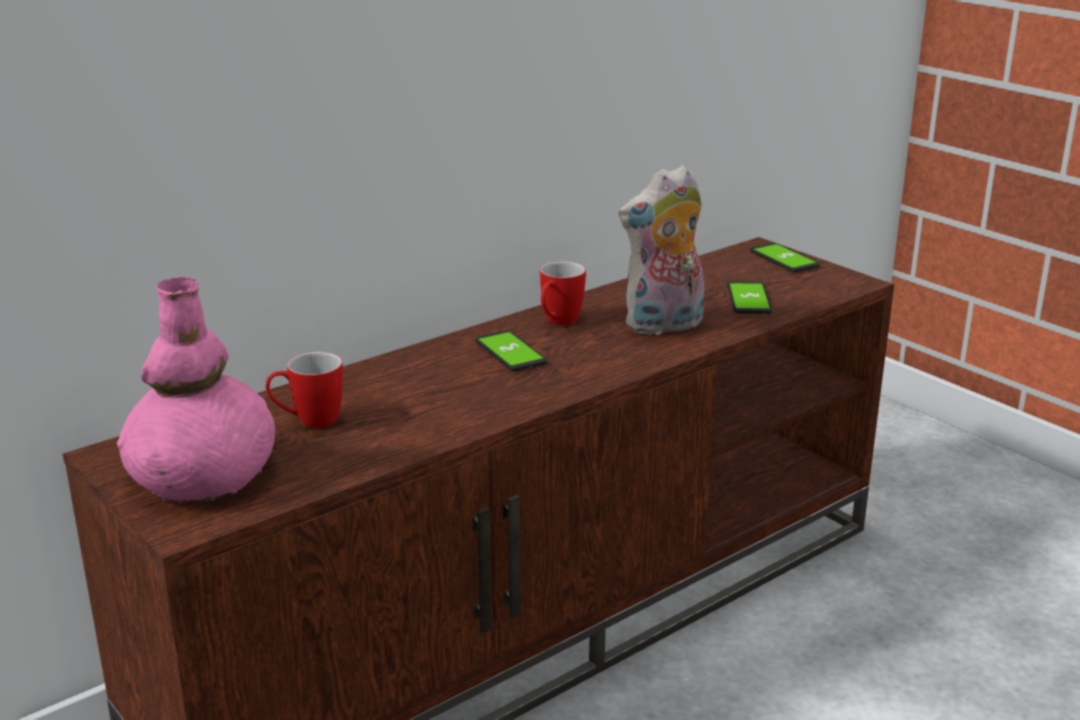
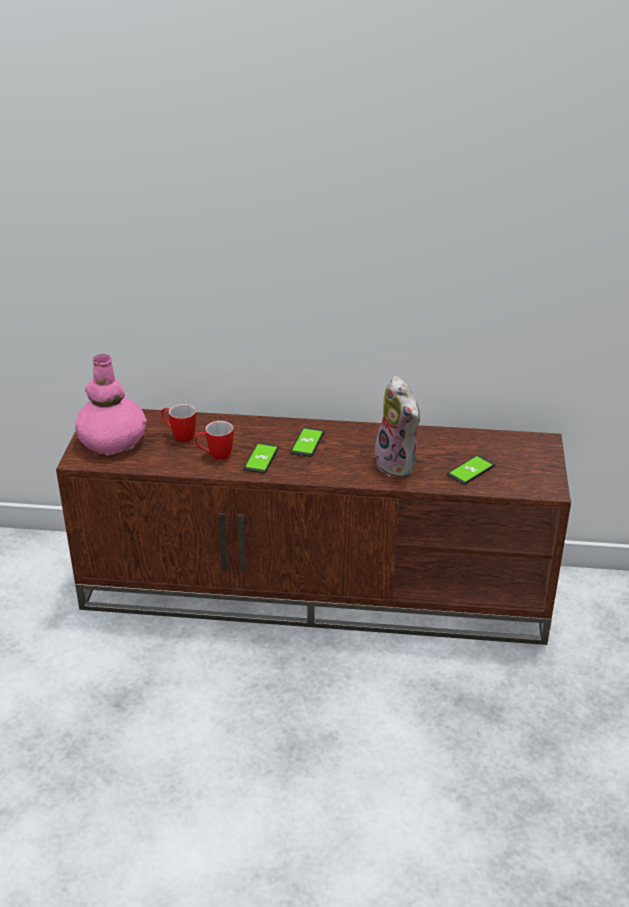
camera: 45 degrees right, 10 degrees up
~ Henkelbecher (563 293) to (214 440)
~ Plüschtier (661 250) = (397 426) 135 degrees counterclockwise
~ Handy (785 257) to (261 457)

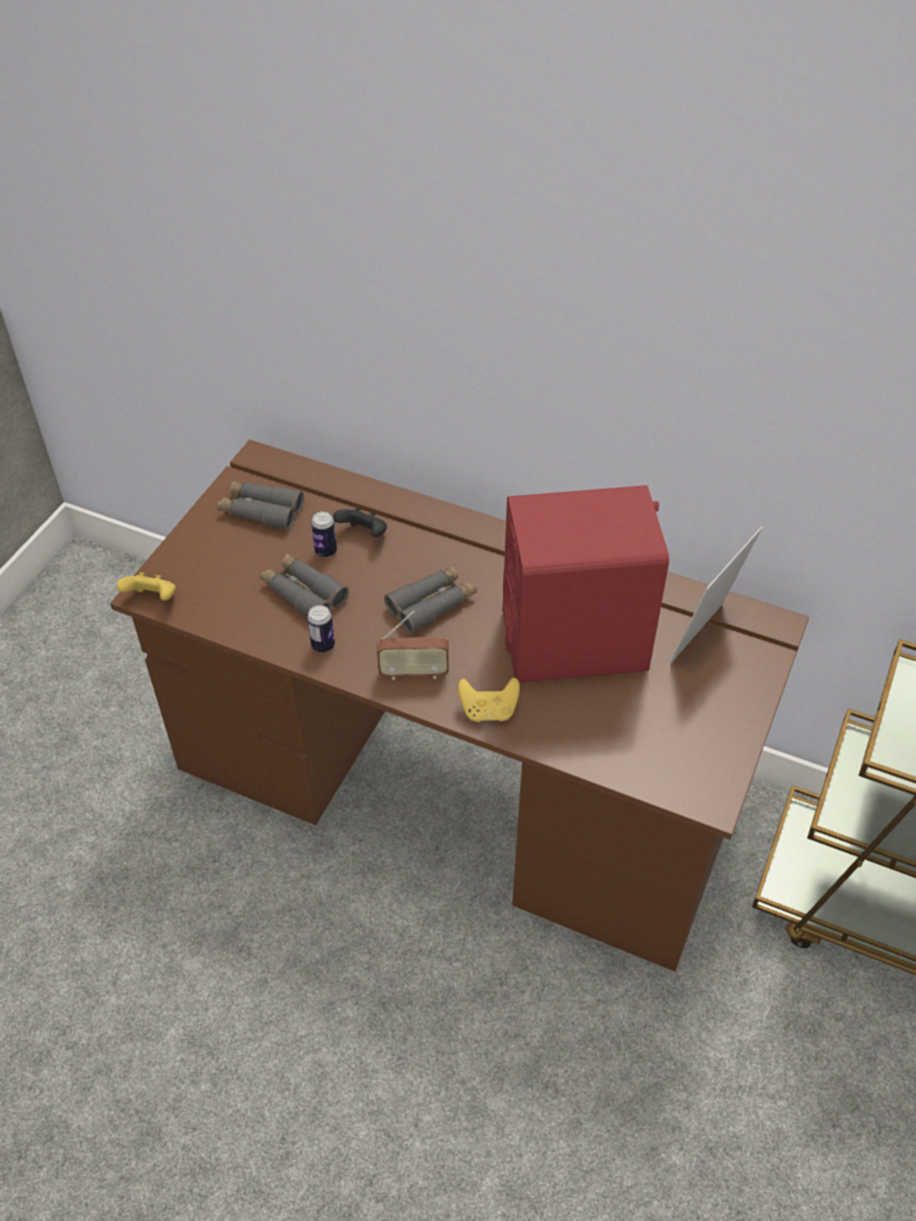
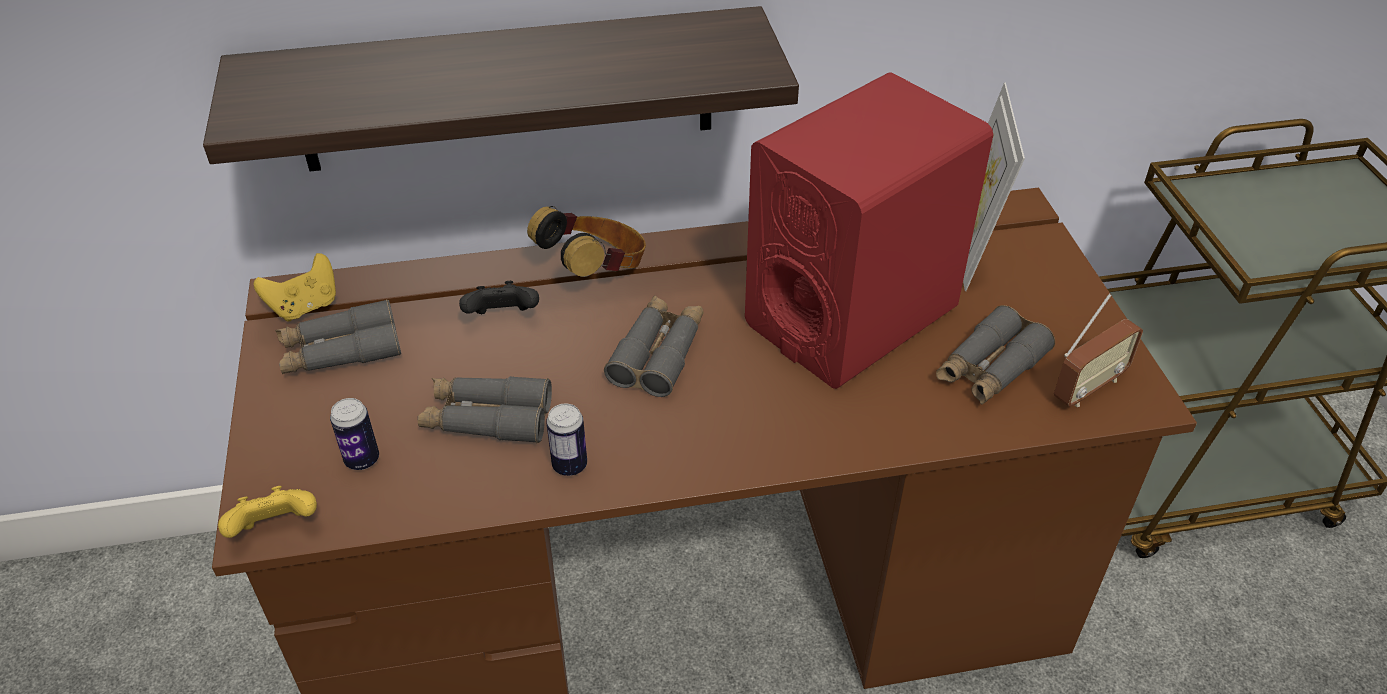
camera: 35 degrees left, 5 degrees down
~ Dose (324 534) to (354 434)
~ Radio (413 645) to (1098 350)
~ Gamepad (gelb) (489 699) to (295 287)
+ Wandregal (501 89)
+ Kopfhörer (586 241)
+ Fernglas (grau) (995 355)

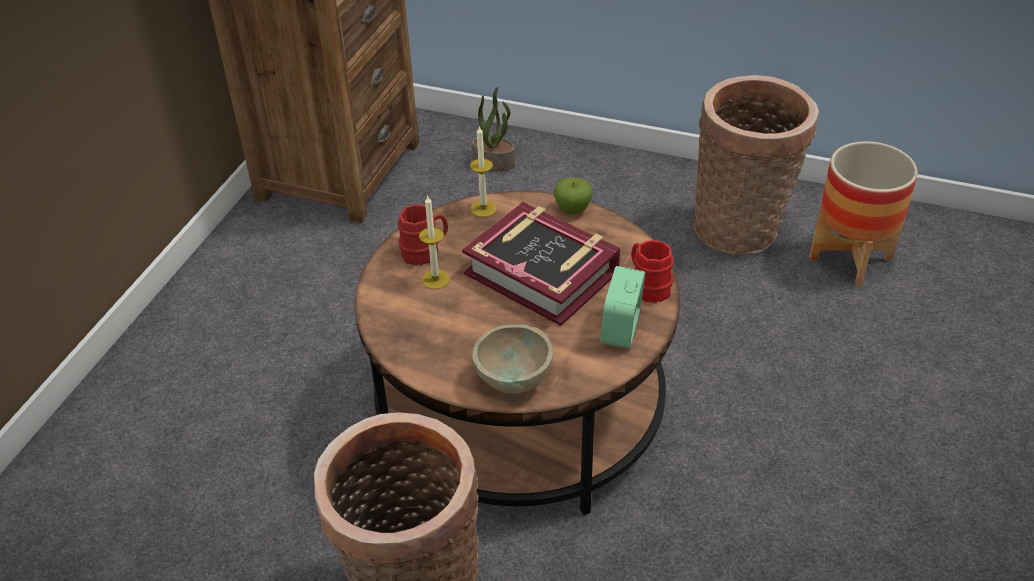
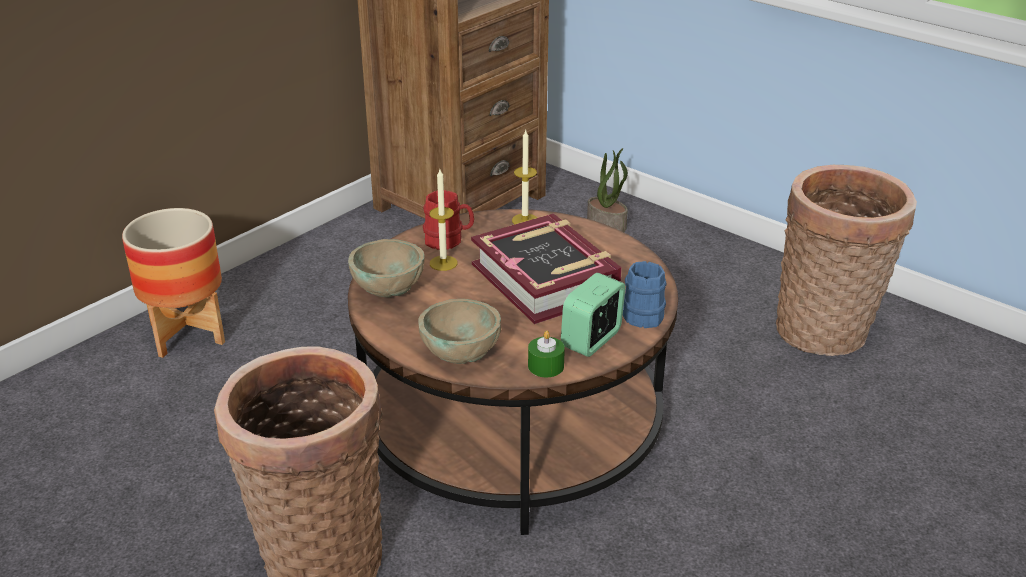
camera: 20 degrees right, 10 degrees down
- Apfel (573 195)
~ Henkelbecher (rot) (652 271) to Henkelbecher (blau) (644 294)
~ Pflanzkübel (863 213) to (173 283)
+ Schüssel (beige) (386 268)
+ Kerze (grün) (546 354)

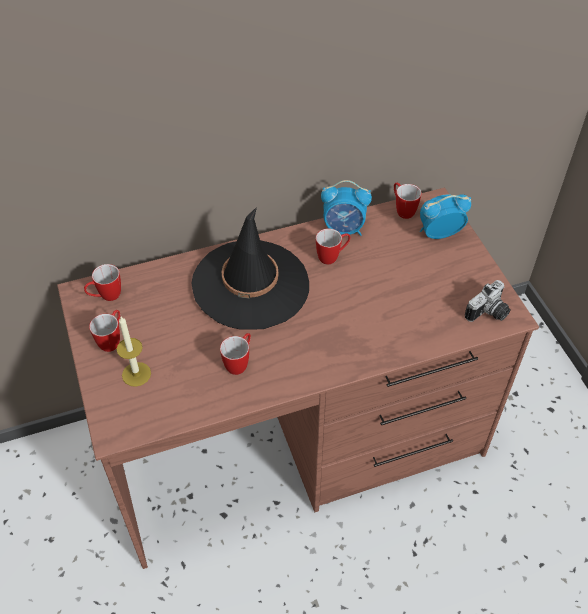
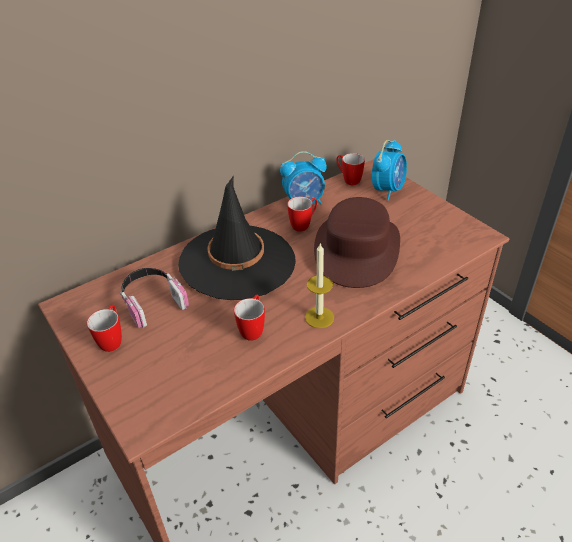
camera: 15 degrees left, 10 degrees down
- Henkelbecher (102 282)
~ Kerze (134 352) to (319 285)
~ Wecker (445 216) = (389 170) 150 degrees clockwise
- Kamera (488 301)
+ Kopfhörer (154 298)
+ Hut (braun) (357 242)

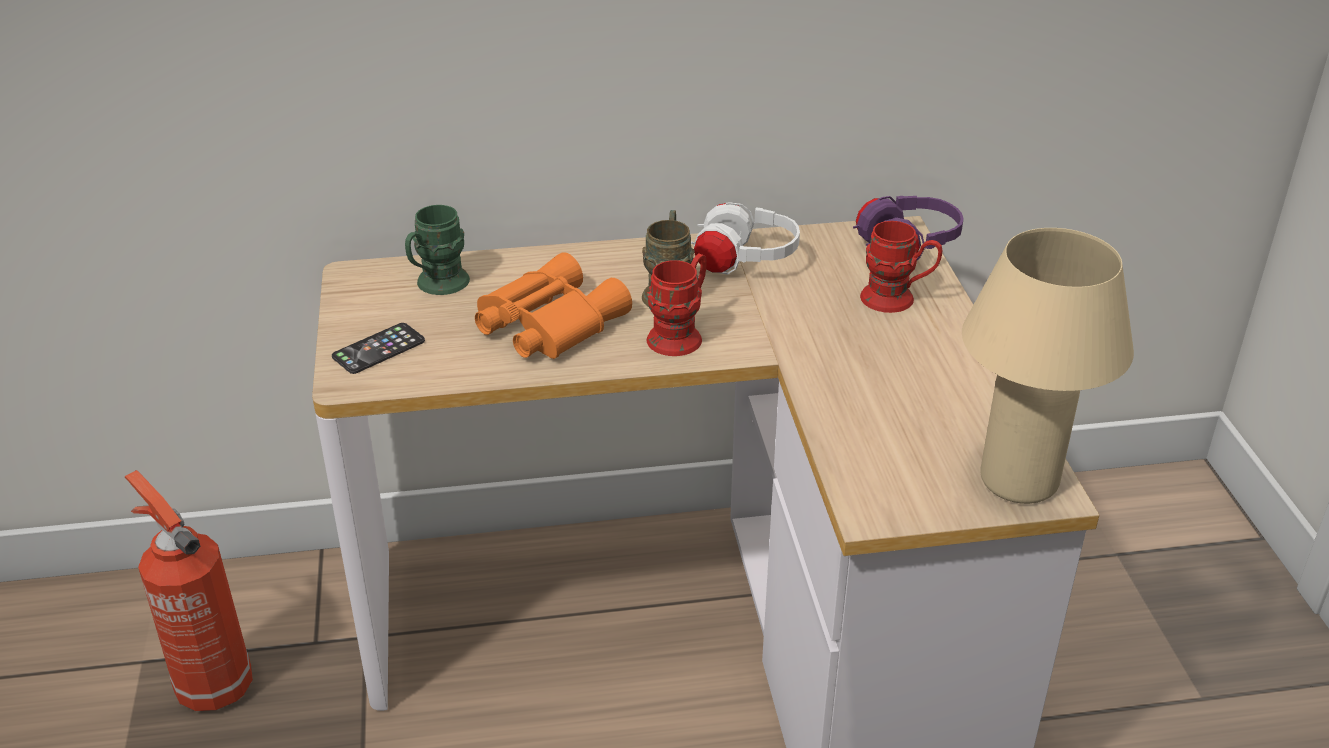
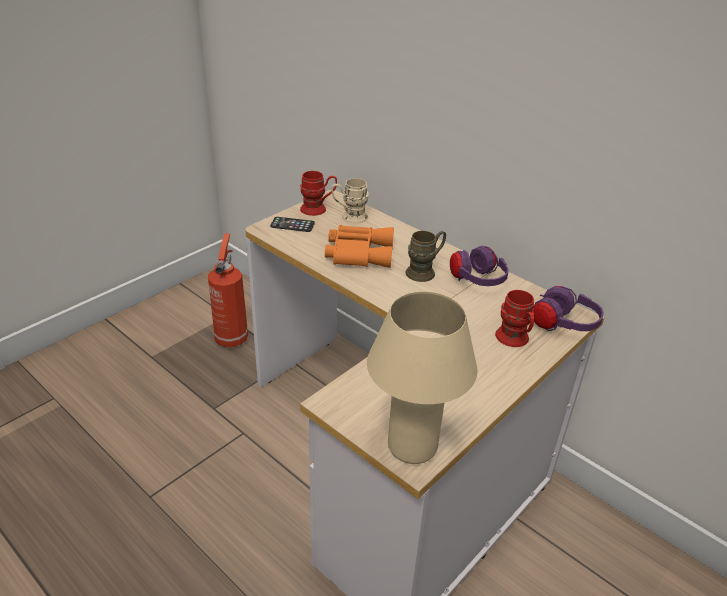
camera: 50 degrees right, 0 degrees up
~ Henkelbecher (grün) (437 250) to Henkelbecher (beige) (350 201)
~ Henkelbecher (rot) (677 304) to (318 193)
~ Kopfhörer (weiß) (745 238) to Kopfhörer (lila) (479 266)

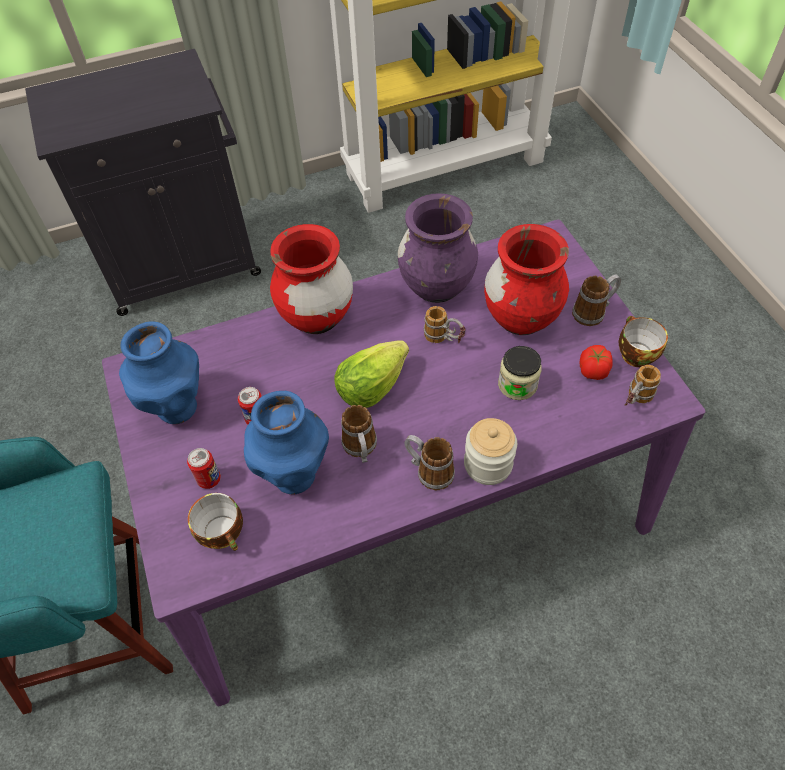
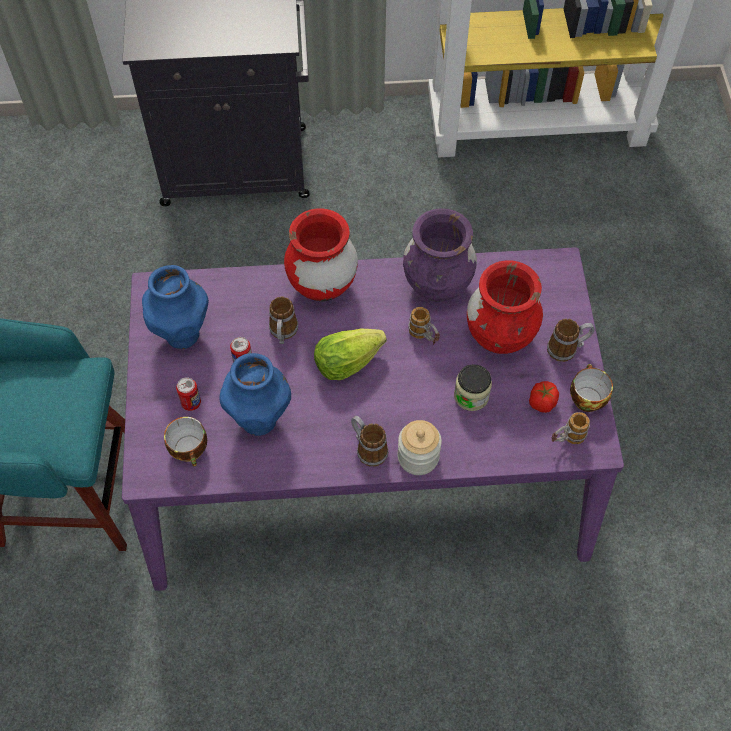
camera: 15 degrees right, 5 degrees up
~ Henkelbecher (359 434) to (283 320)

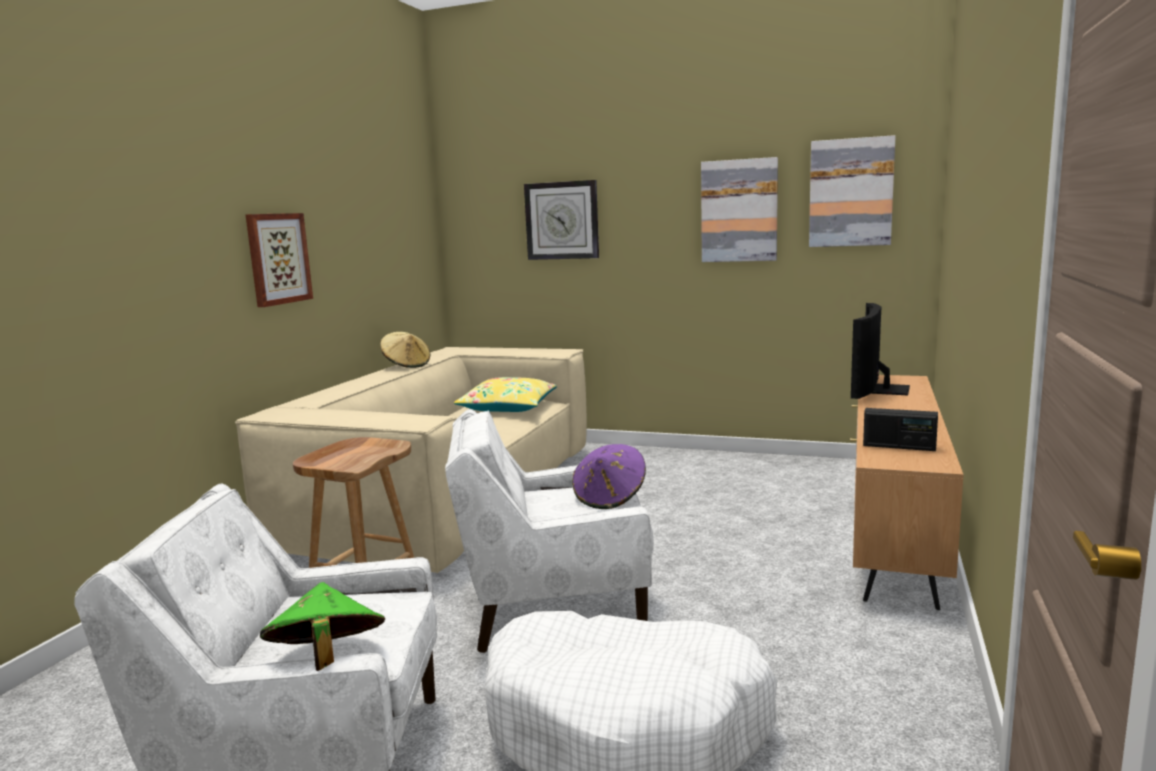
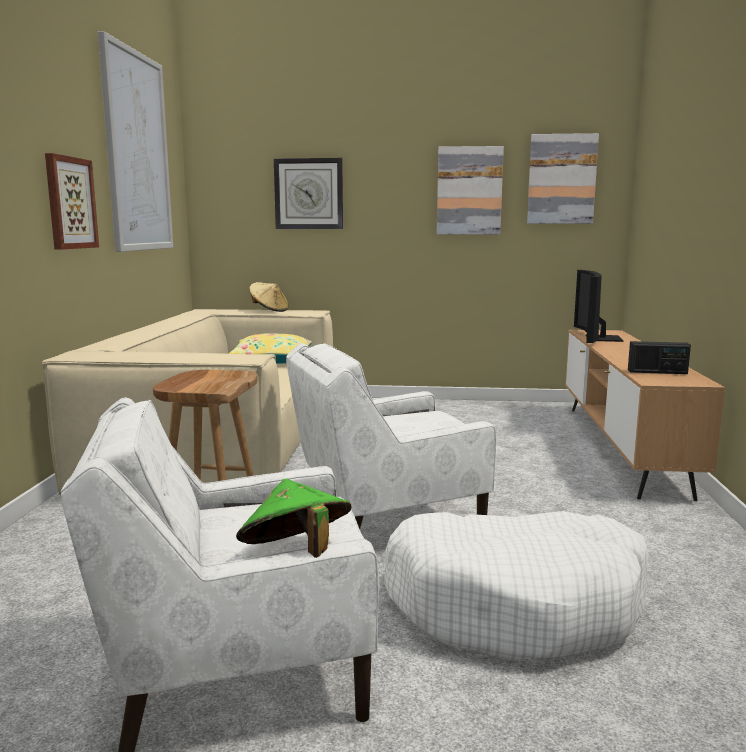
camera: 15 degrees left, 0 degrees up
~ Hut (beige) (405 350) to (269 297)
- Hut (lila) (609 476)
+ Bild (135 141)

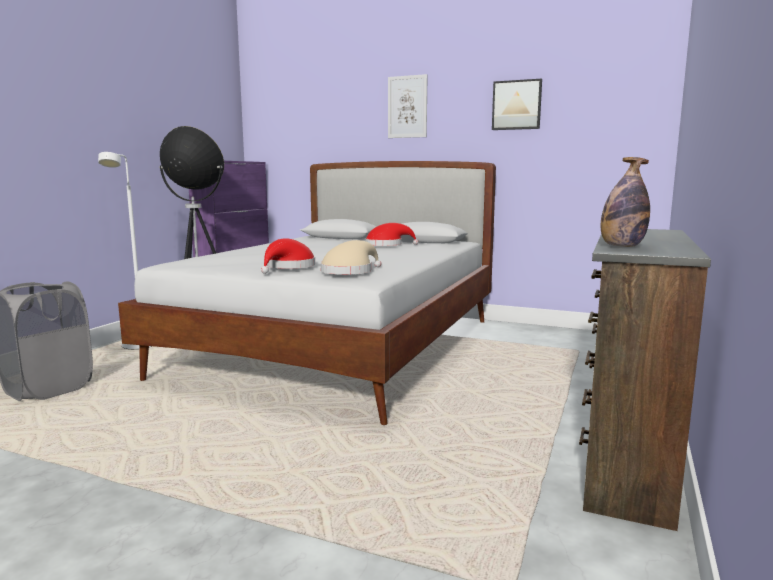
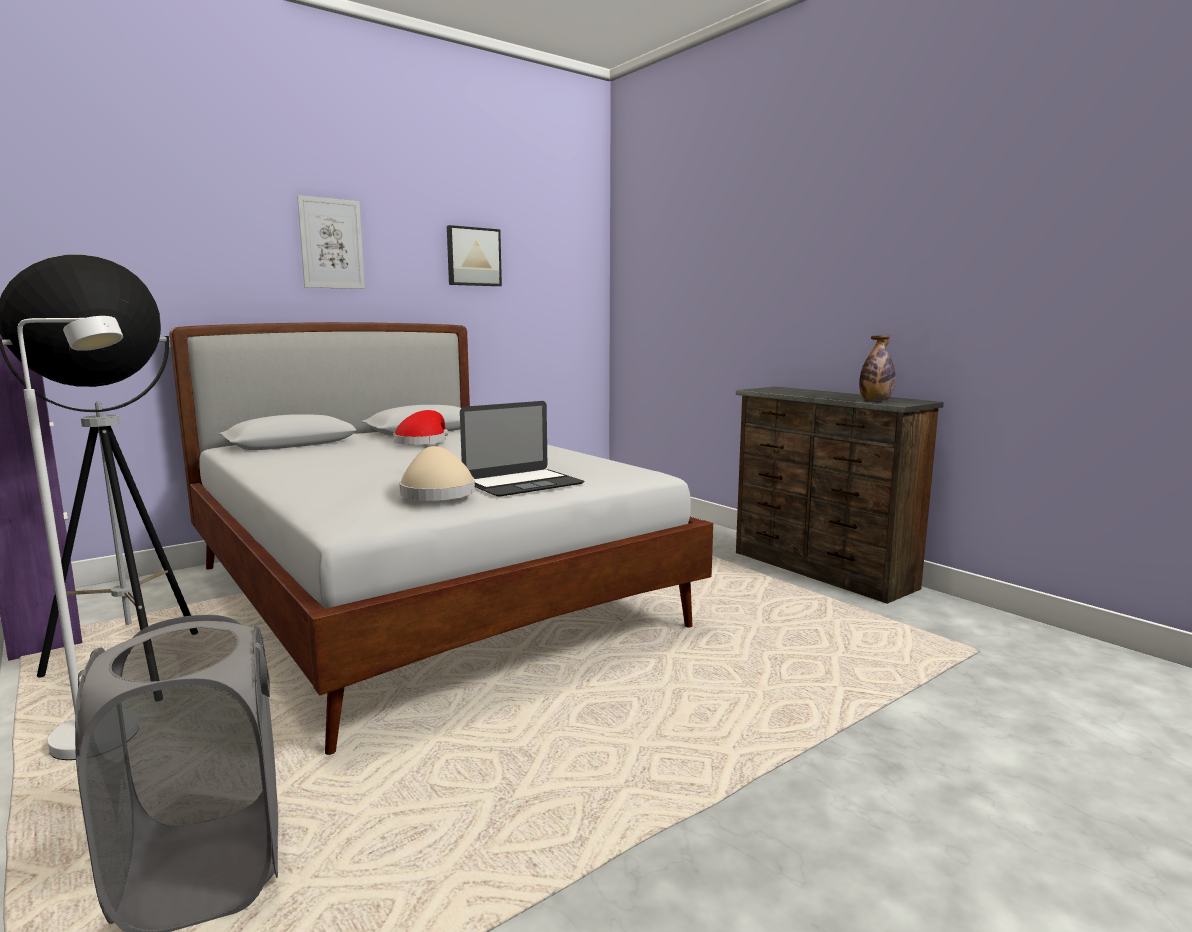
camera: 60 degrees left, 0 degrees up
~ Hut (rot) (288 256) to Laptop (522 449)
~ Hut (beige) (351 257) to (437 473)

